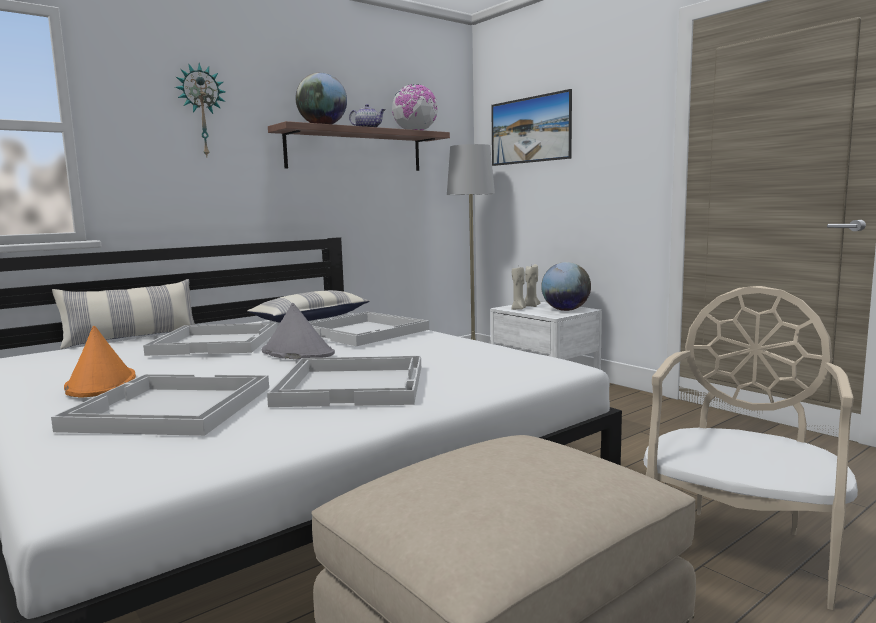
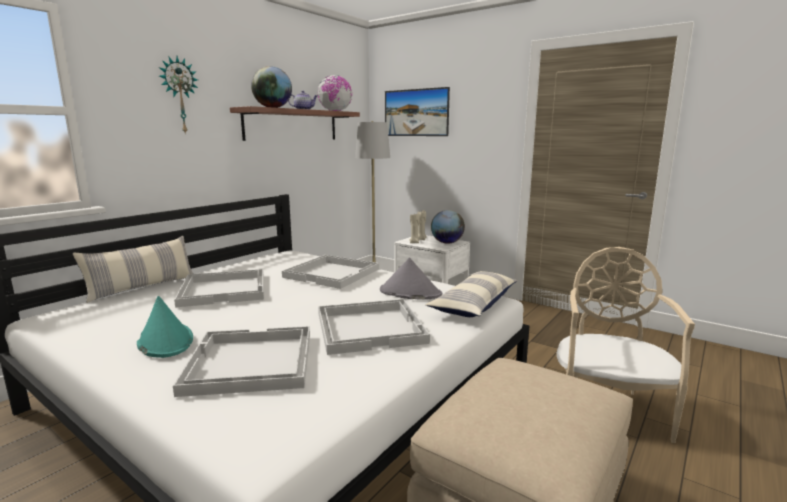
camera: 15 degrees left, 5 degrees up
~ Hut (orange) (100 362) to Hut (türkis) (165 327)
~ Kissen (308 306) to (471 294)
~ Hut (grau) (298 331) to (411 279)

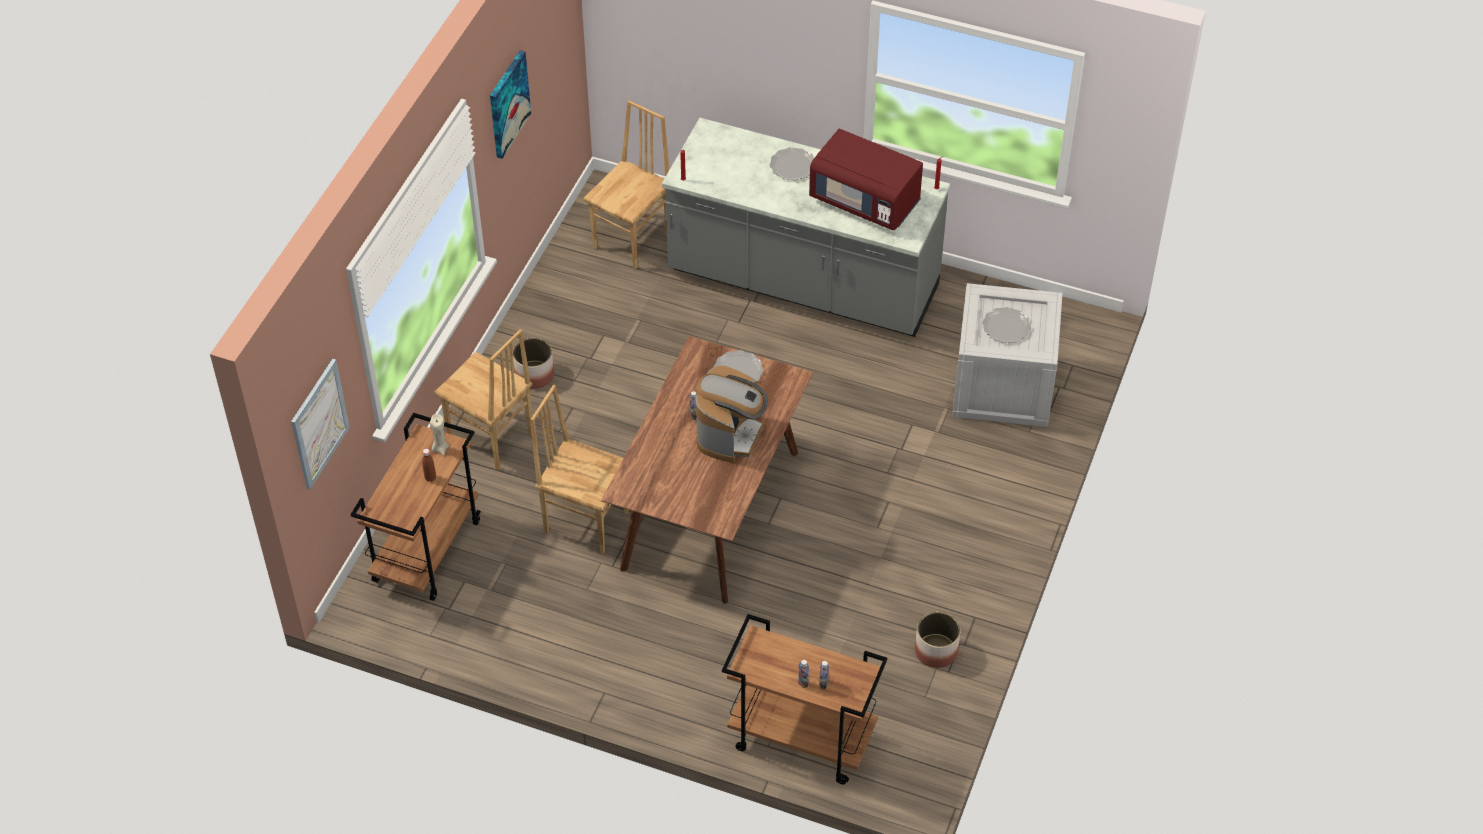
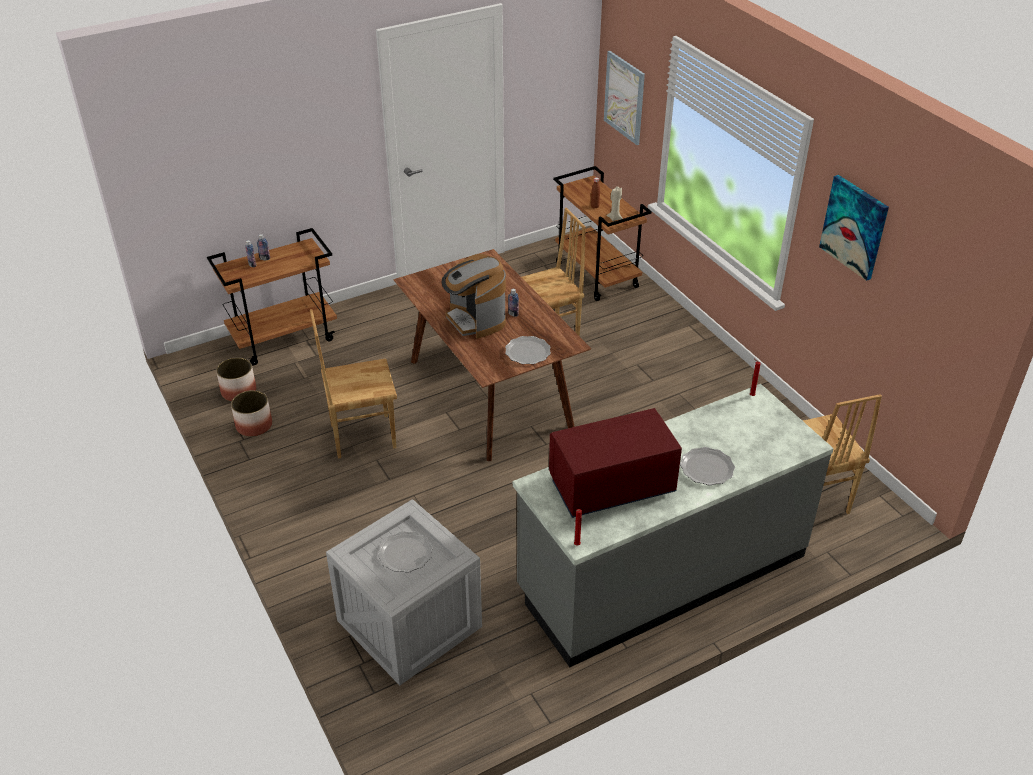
camera: 130 degrees right, 10 degrees down
~ Stuhl (braun) (483 399) to (353 384)
~ Pflanzkübel (533 363) to (236 379)

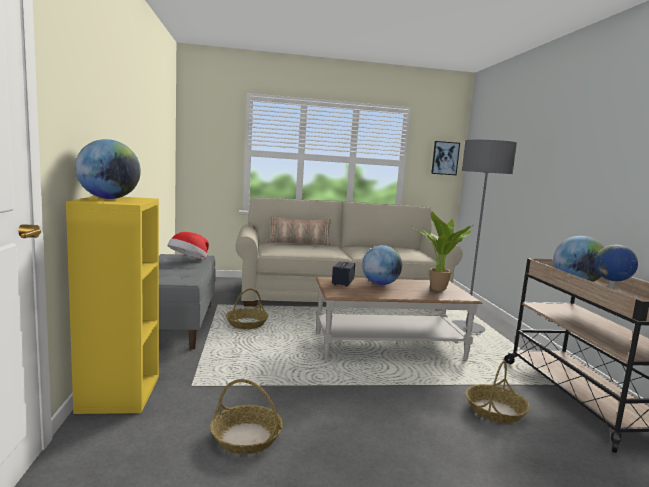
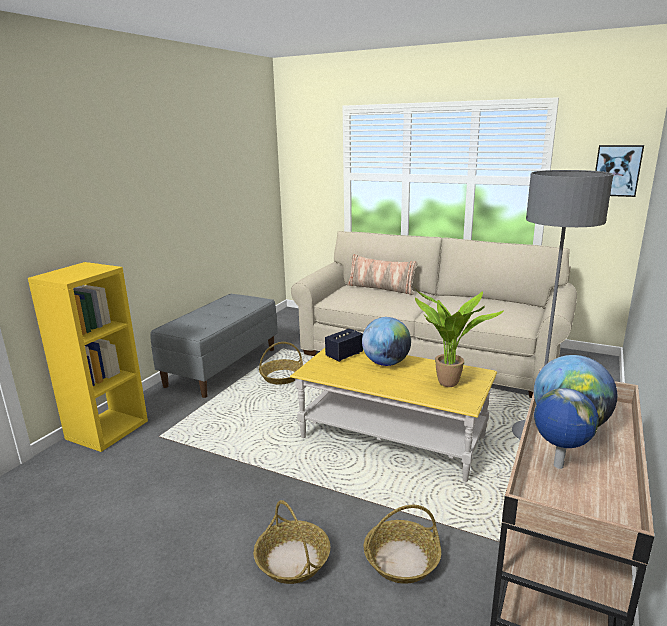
camera: 35 degrees right, 10 degrees up
- Globus (108 169)
- Hut (188 245)
~ Korb (246 416) to (292 542)
~ Couchtisch (braun) (399 318) to Couchtisch (gelb) (393 415)

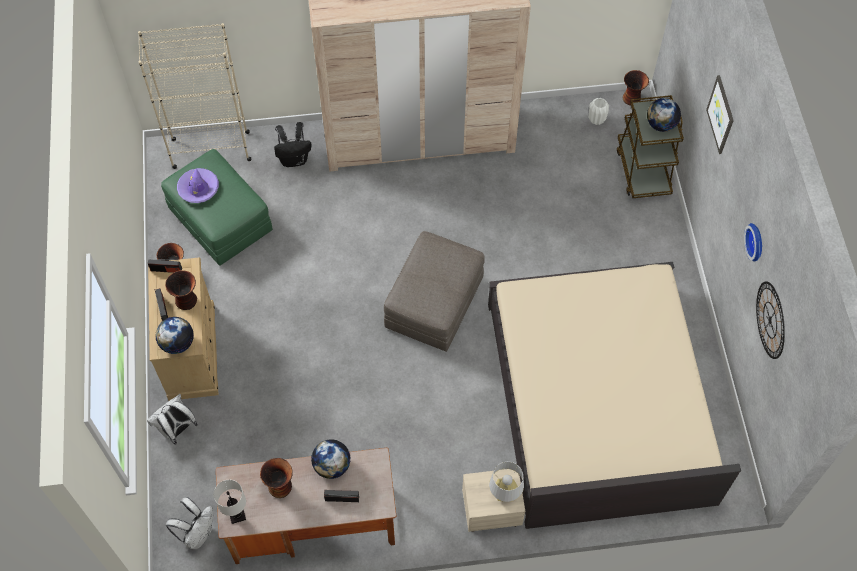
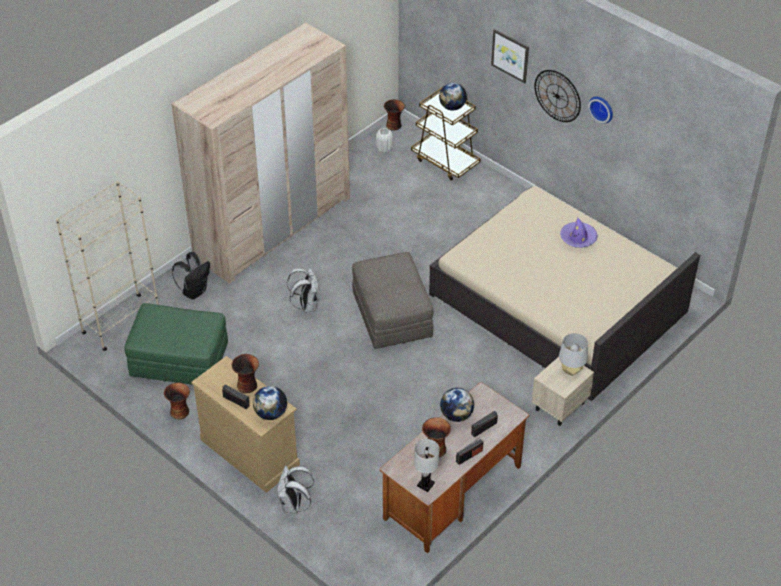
camera: 40 degrees left, 15 degrees down
~ Radio (165 266) to (469 451)
~ Rucksack (weiß) (189 523) to (303 290)
~ Hut (lila) (198 185) to (579 233)
~ Wanduhr (770 320) to (557 96)

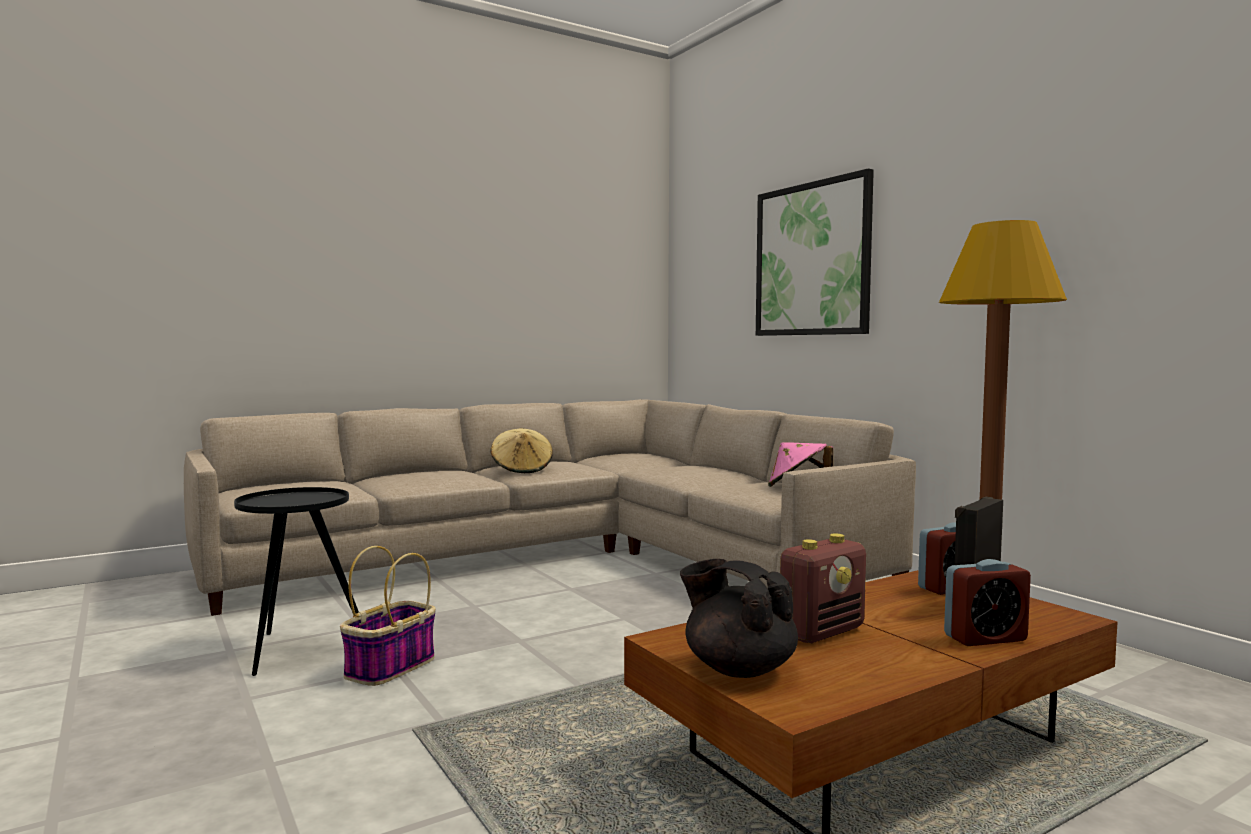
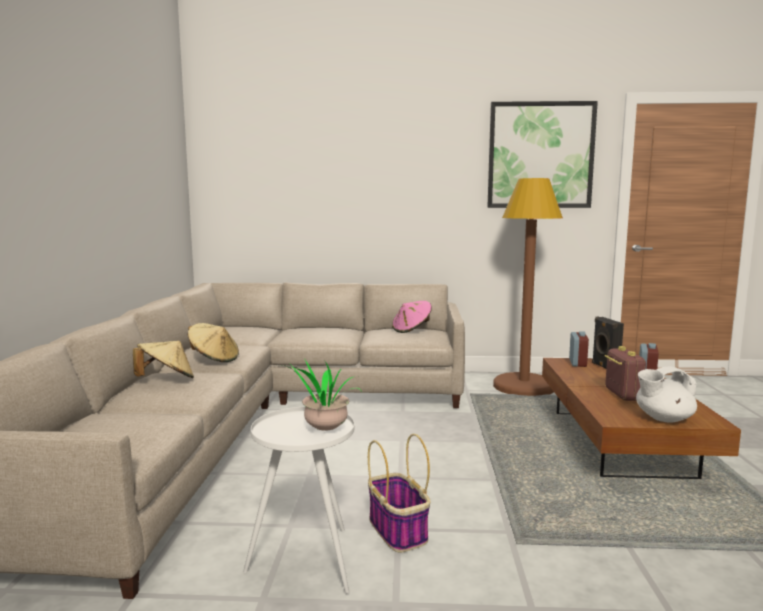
camera: 55 degrees left, 5 degrees up
~ Beistelltisch (schwarz) (296 581) to Beistelltisch (weiß) (299 500)
~ Teekanne (schwarz) (739 618) to Teekanne (weiß) (666 395)
~ Bild (815 252) to (542 154)
+ Hut (beige) (163 359)
+ Topfpflanze (319 394)

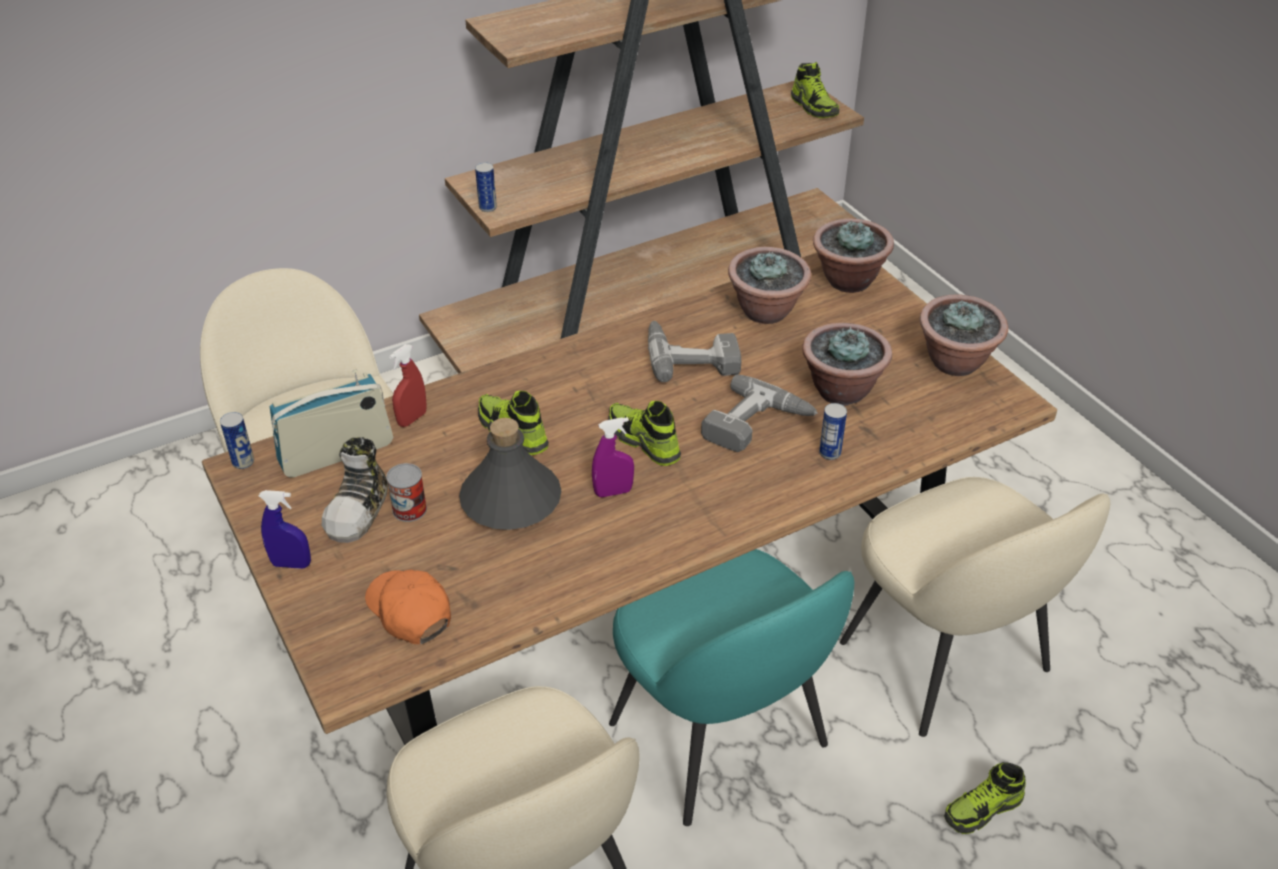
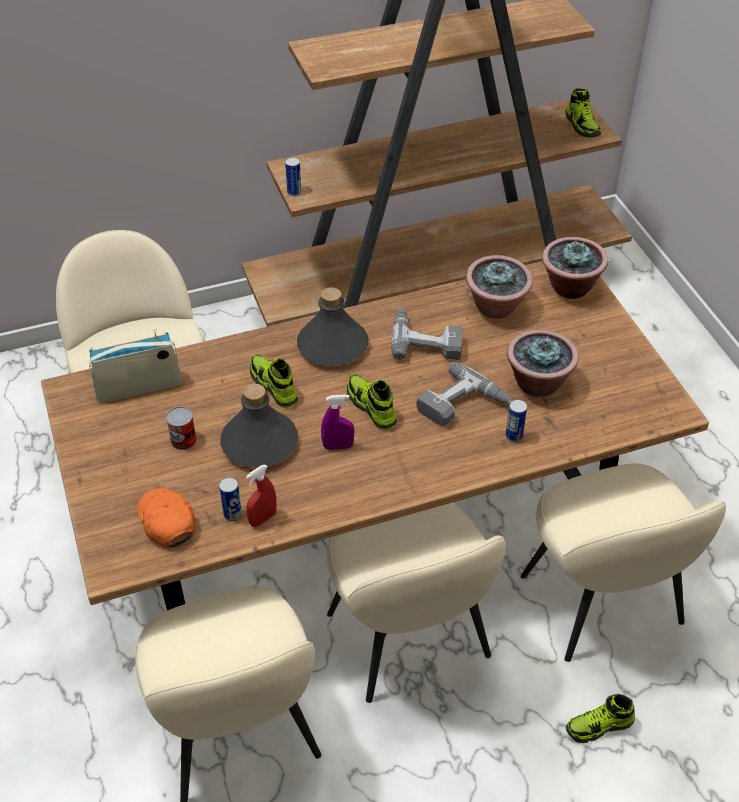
camera: 10 degrees right, 5 degrees up
~ Dose (237 440) to (230 499)
- Sprühflasche (blau) (285 529)
- Schuh (355 490)
~ Sprühflasche (rot) (408 385) to (261 496)
~ Stuhl (türkis) (731 687) to Stuhl (beige) (416 602)
- Topfpflanze (964 335)
+ Flasche (grau) (332 326)

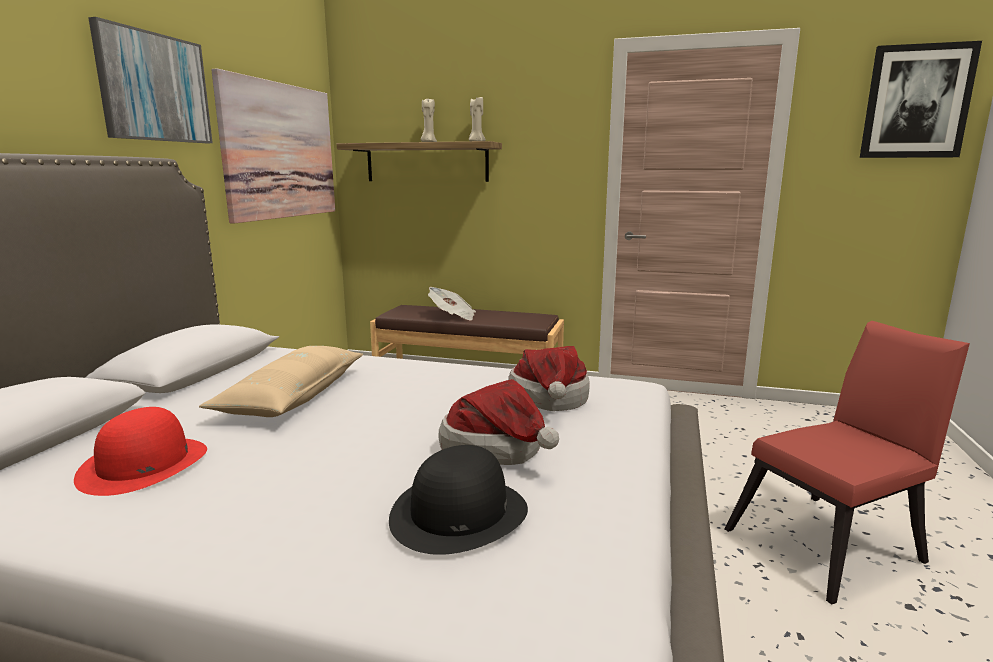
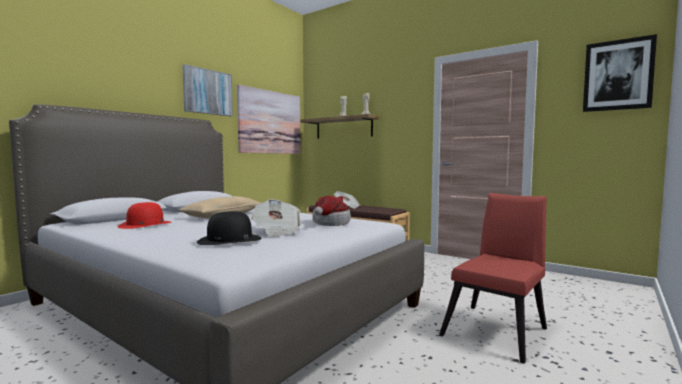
camera: 20 degrees right, 10 degrees down
~ Hut (498 422) to Zeitung (276 218)
~ Stuhl (rot) (847 462) = (493 278) 45 degrees counterclockwise

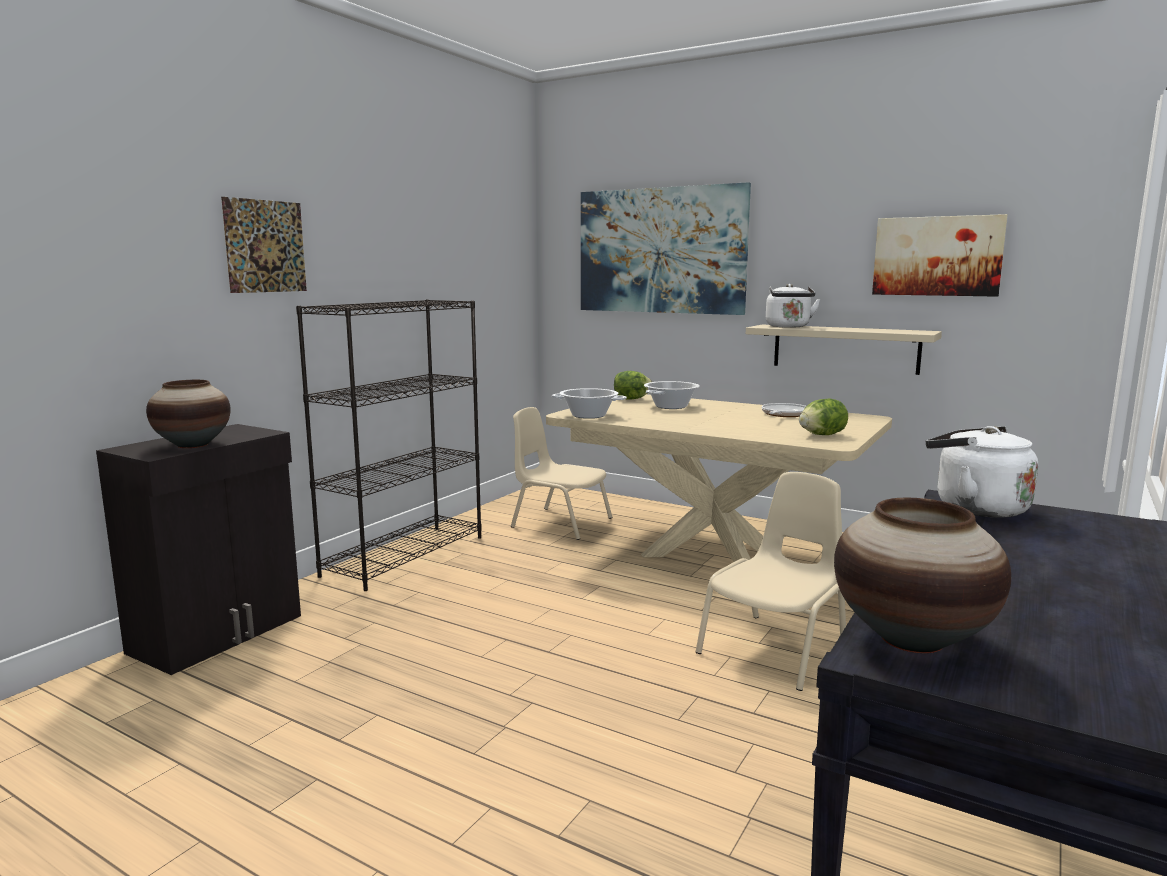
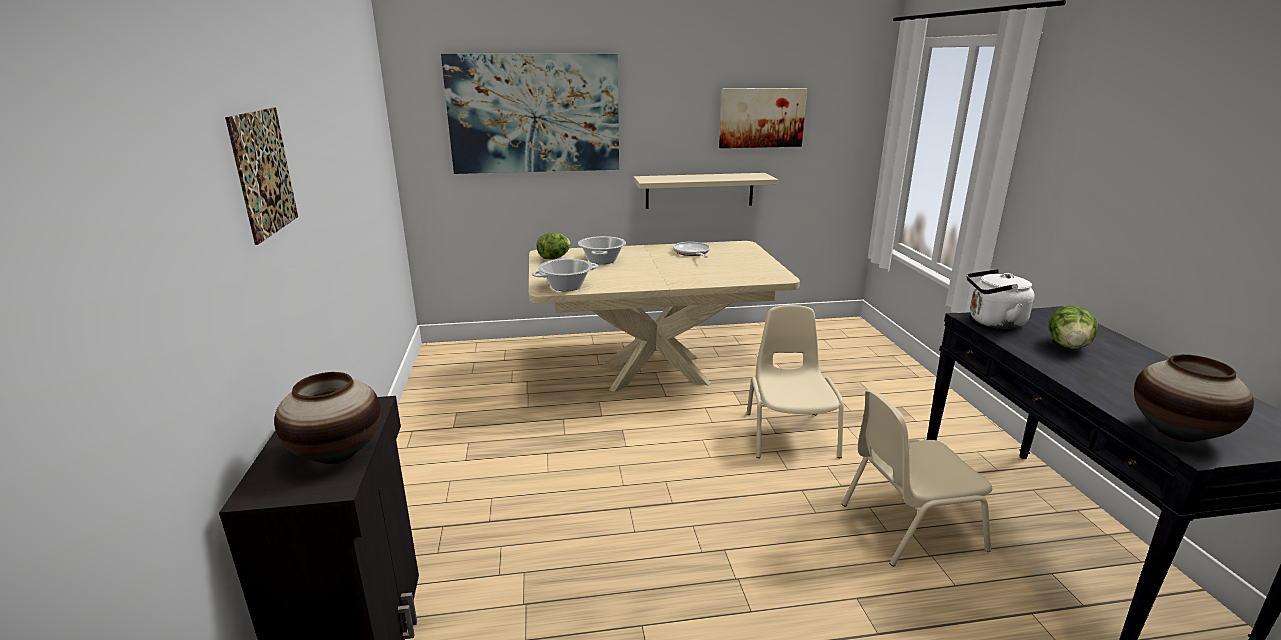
camera: 40 degrees left, 10 degrees up
- Bücherregal (schwarz) (389 445)
~ Stuhl (beige) (561 473) to (917 477)
- Wasserkessel (weiß) (793 306)
~ Salatkopf (823 417) to (1073 327)

